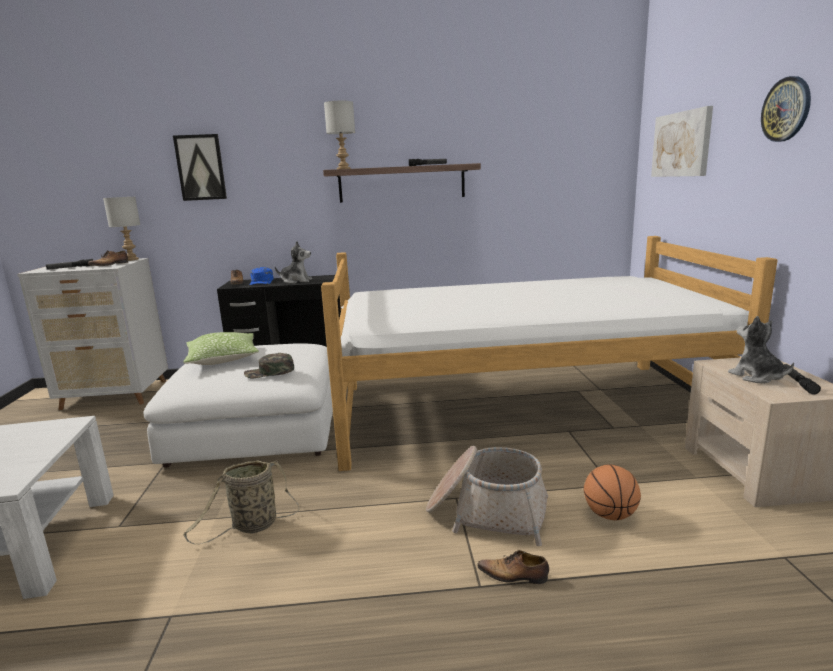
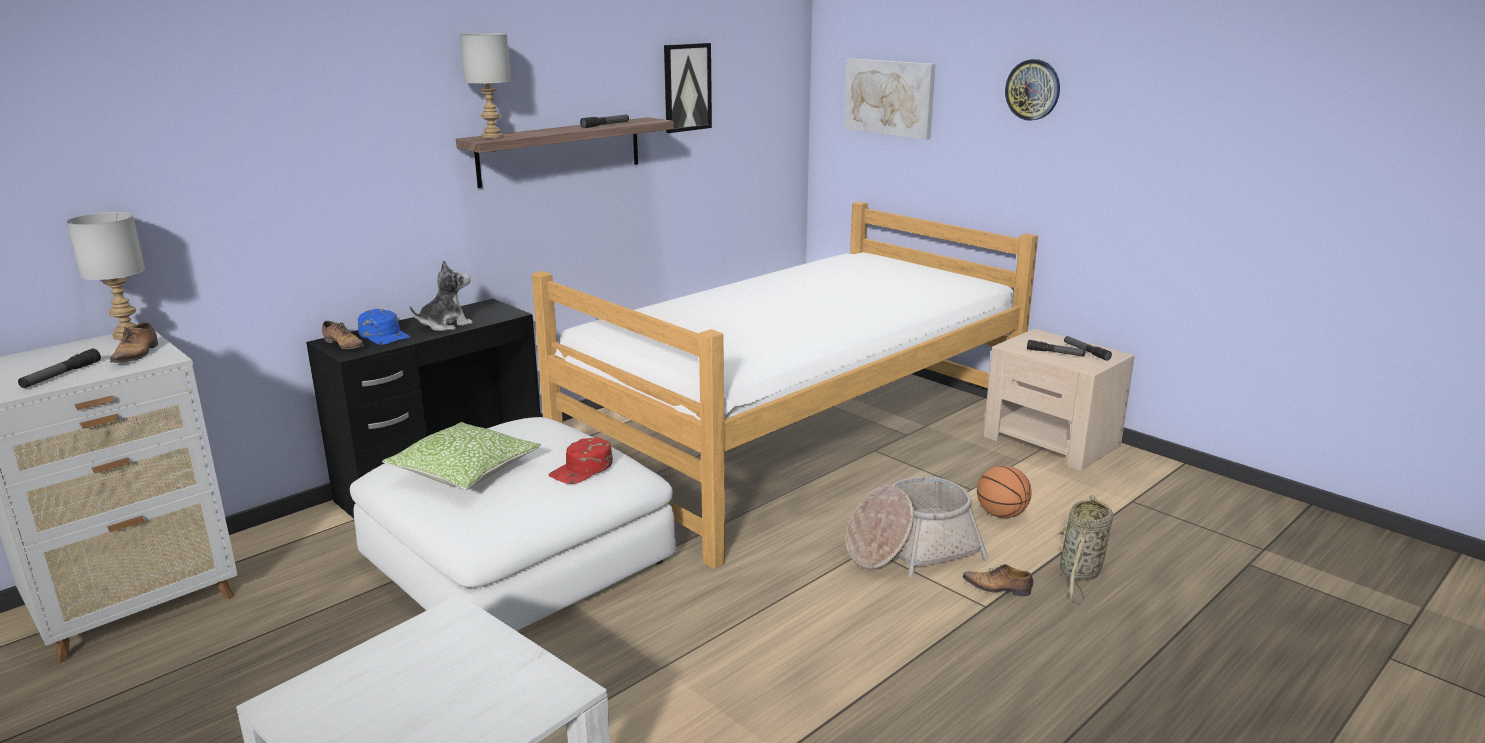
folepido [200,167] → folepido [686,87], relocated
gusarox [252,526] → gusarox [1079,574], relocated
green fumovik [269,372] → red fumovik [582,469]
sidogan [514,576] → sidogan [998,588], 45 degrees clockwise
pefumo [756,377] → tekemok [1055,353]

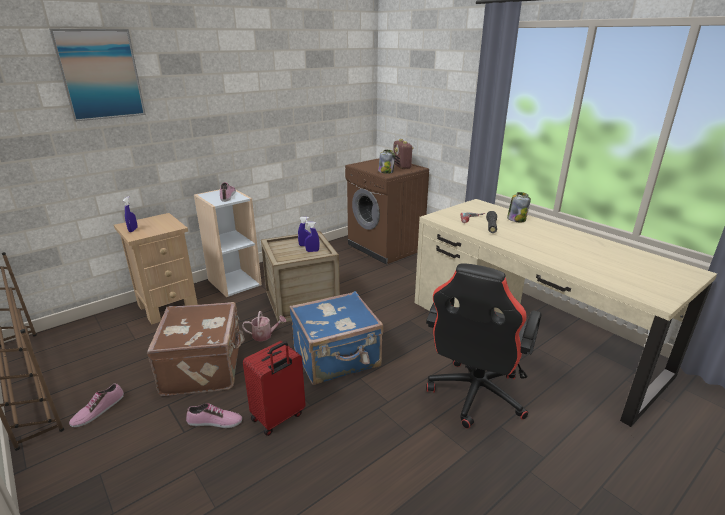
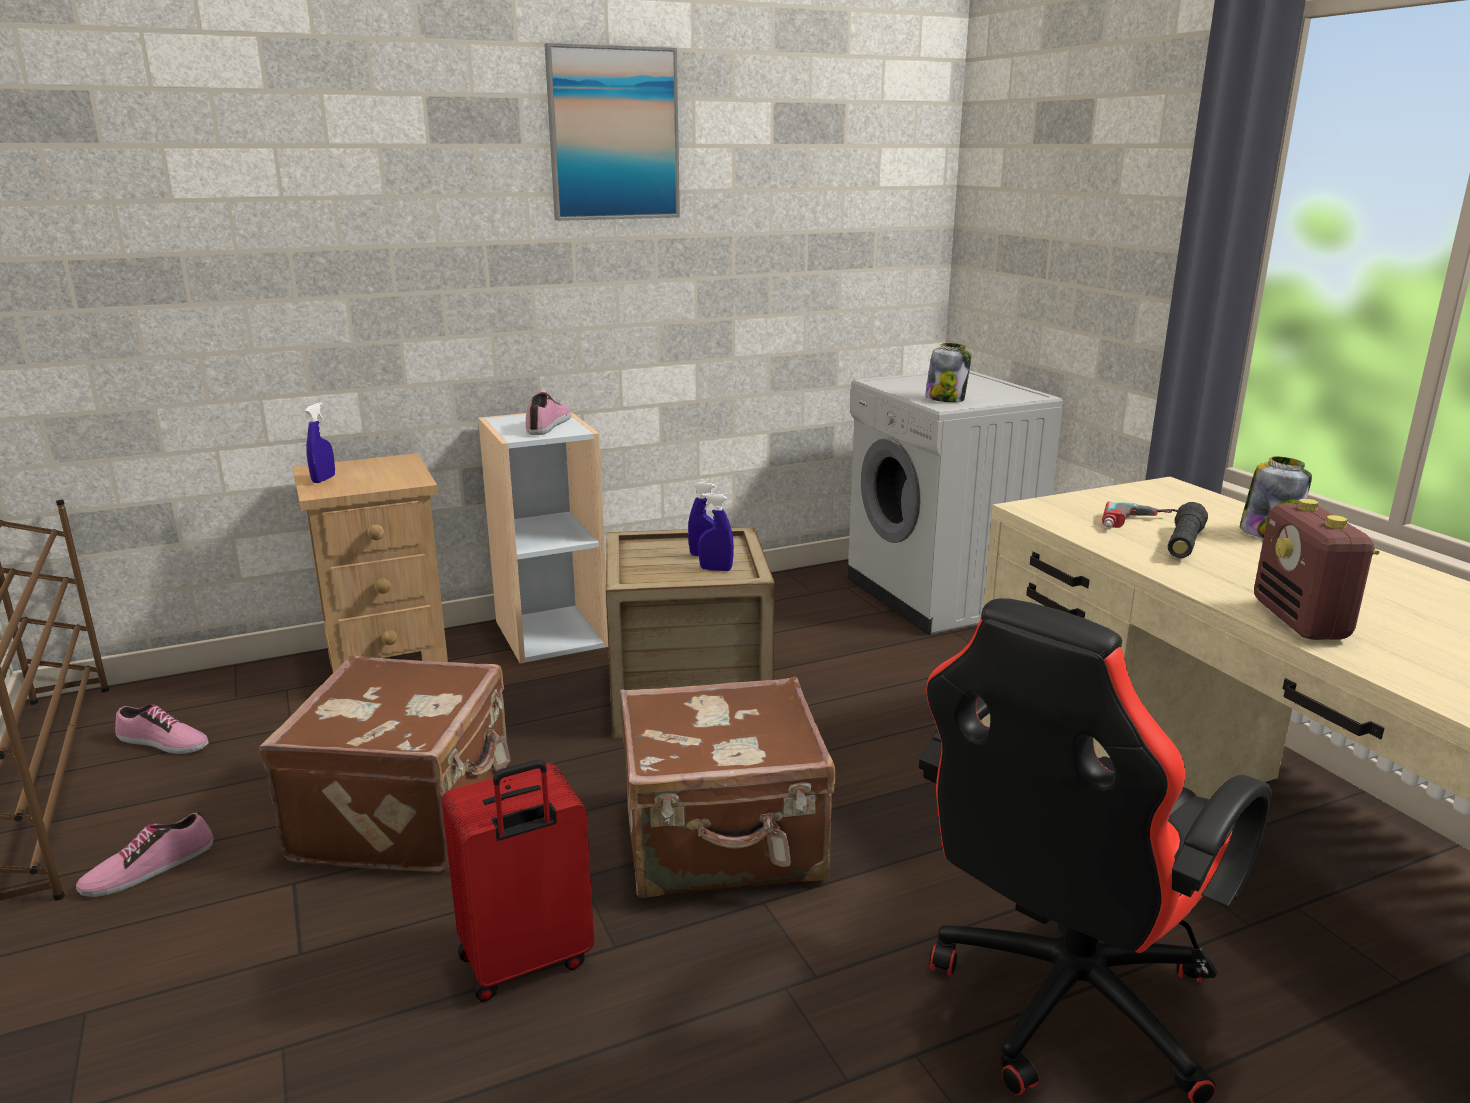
folepido [100,74] → folepido [613,134], relocated
sidogan [214,422] → sidogan [162,743], relocated
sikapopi [265,335] → -
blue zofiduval [337,358] → brown zofiduval [723,843]
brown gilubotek [384,248] → white gilubotek [936,596]
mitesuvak [402,167] → mitesuvak [1301,621], relocated

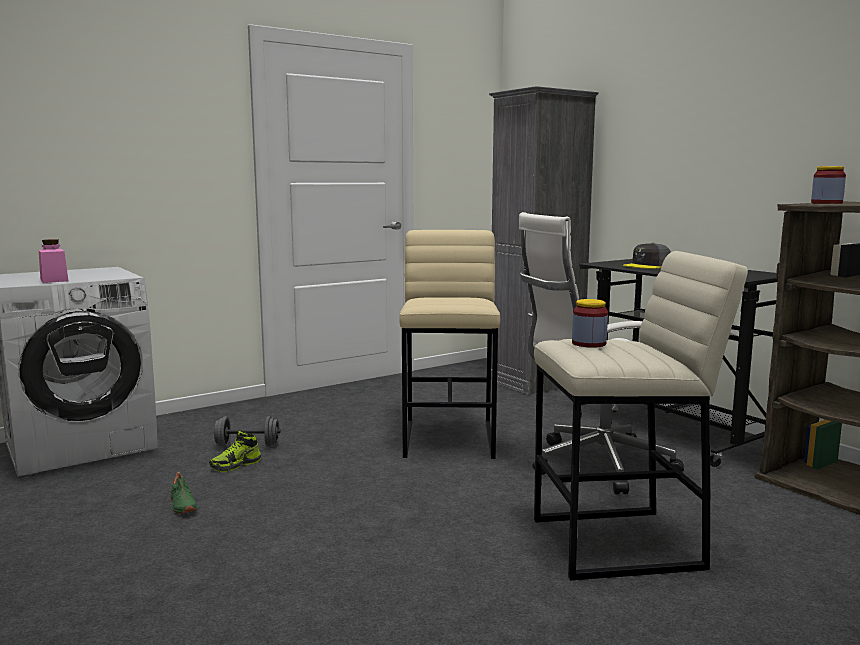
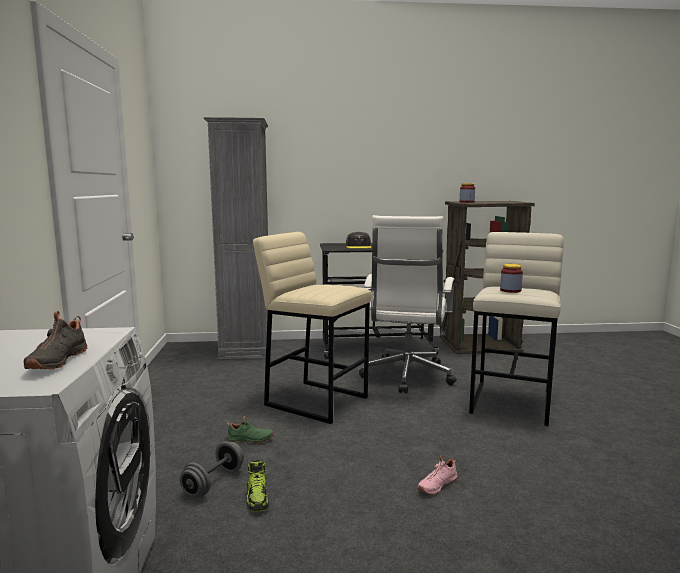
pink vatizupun [54,280] → black sidogan [56,361]
green sidogan [182,506] → green sidogan [250,440], relocated
- → pink sidogan [436,485]

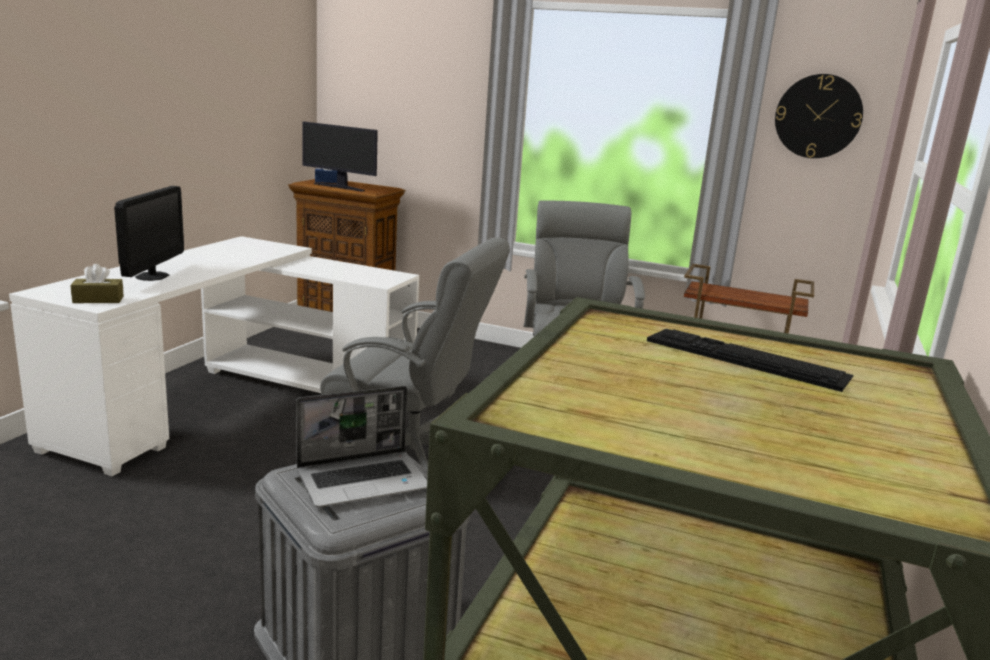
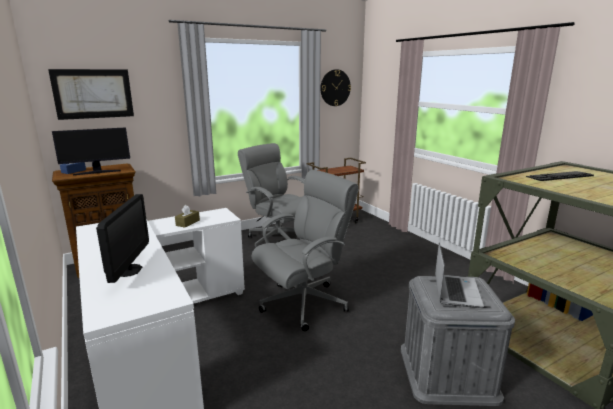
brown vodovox [98,299] → brown vodovox [188,223], relocated
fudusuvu [152,276] → fudusuvu [129,270], 45 degrees clockwise
- → folepido [93,94]

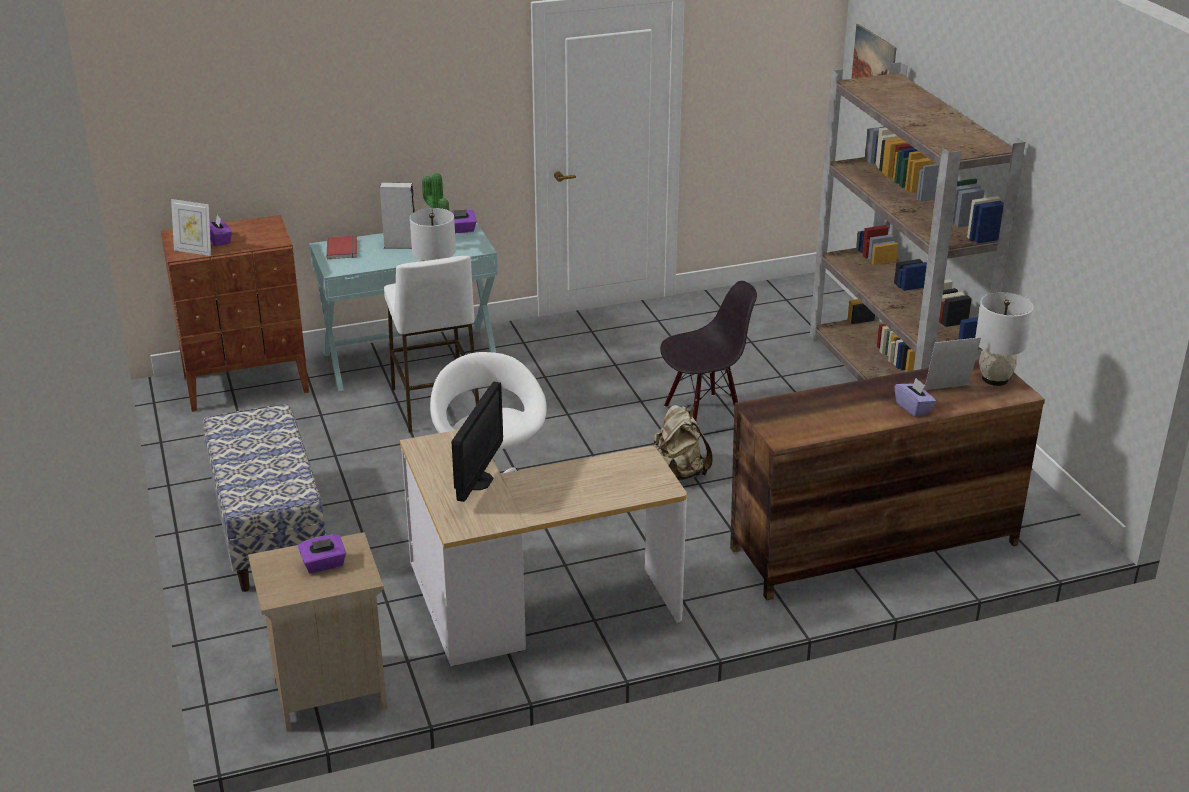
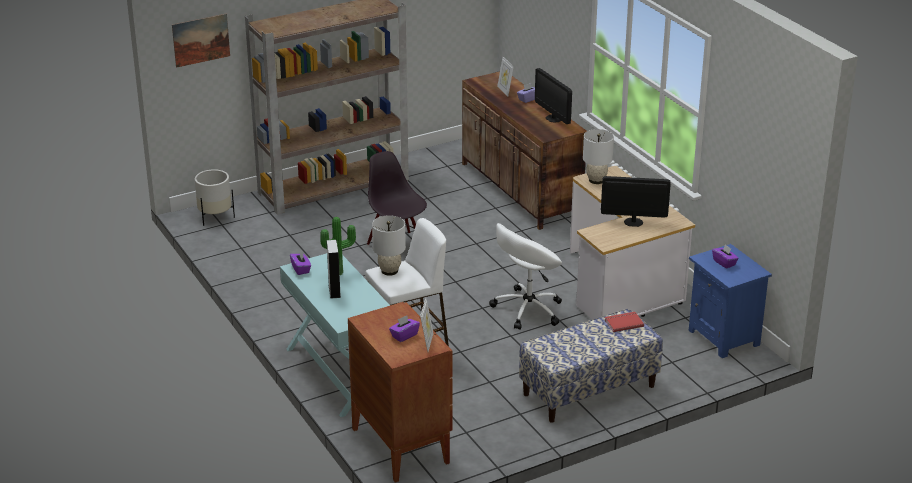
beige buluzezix [327,691] → blue buluzezix [723,338]
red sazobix [343,249] → red sazobix [623,322], relocated
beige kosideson [678,473] → -
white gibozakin [994,379] → white gibozakin [596,180], relocated
- → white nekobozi [215,217]
- → fudusuvu [553,118]

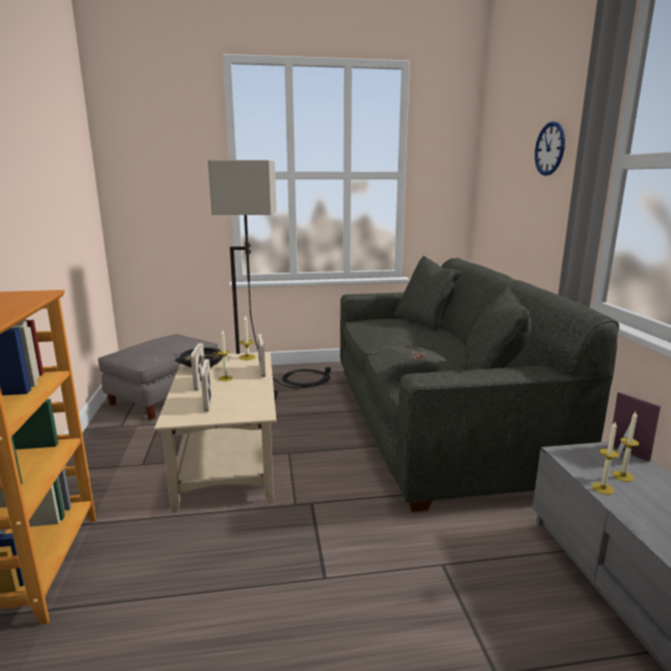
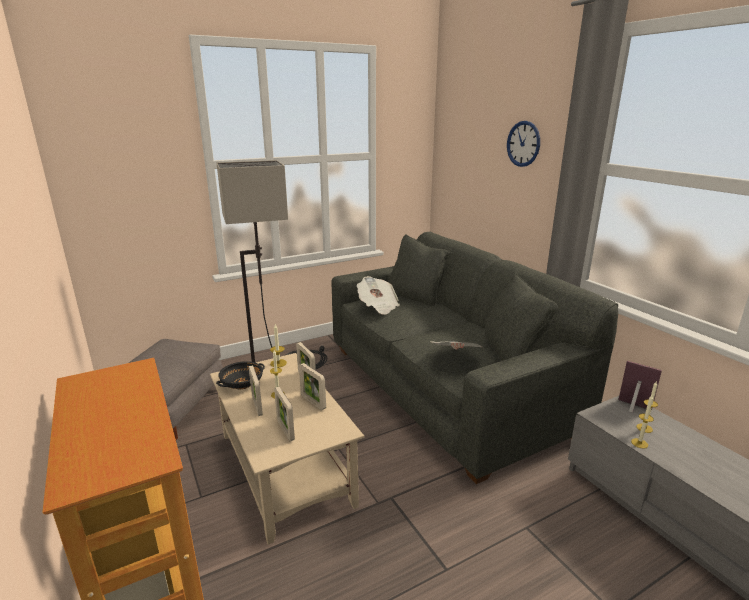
- → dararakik [313,402]
- → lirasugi [378,306]

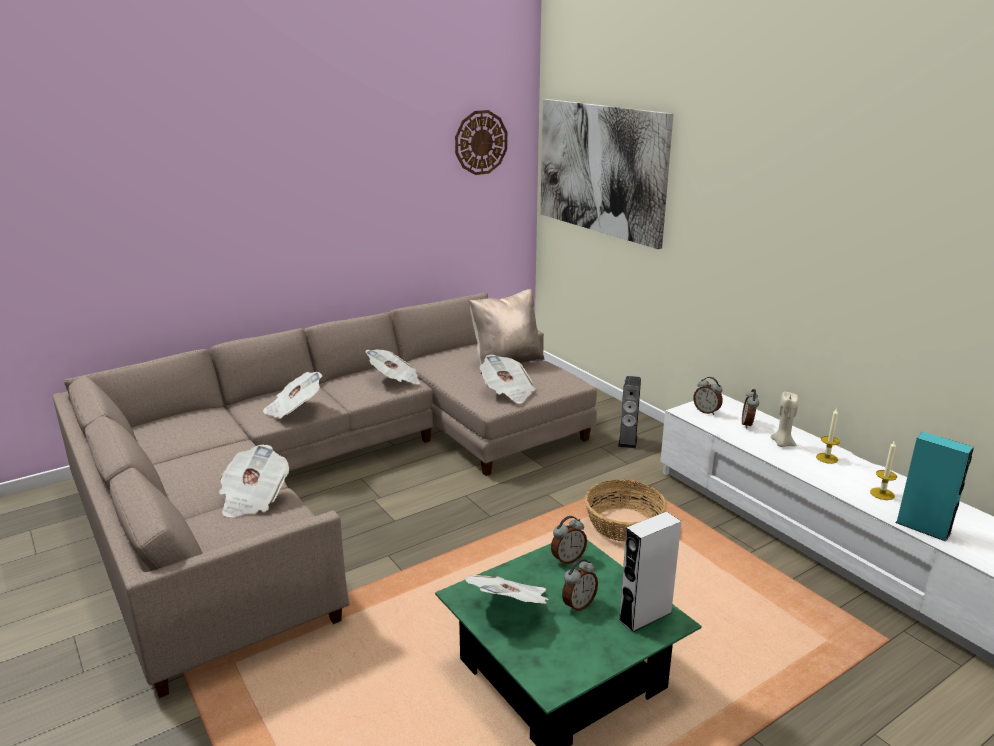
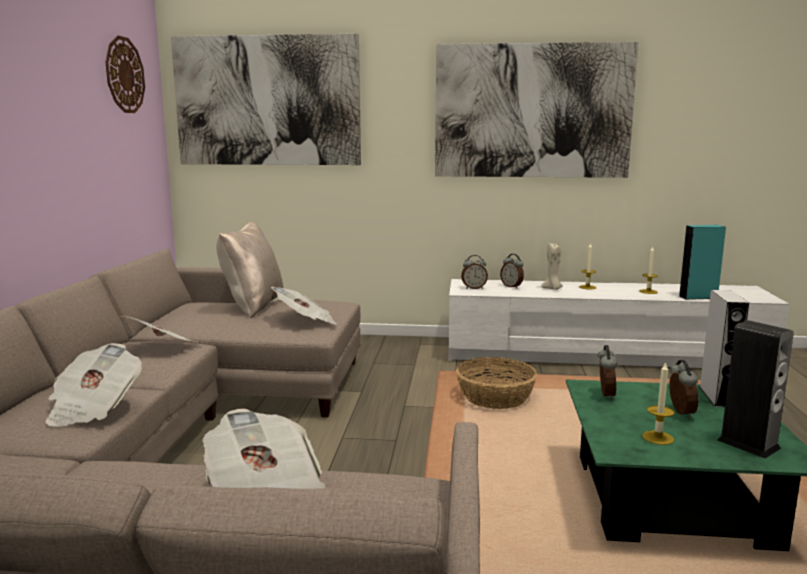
lirasugi [511,607] → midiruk [658,437]
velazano [627,441] → velazano [748,444], relocated
- → folepido [532,111]

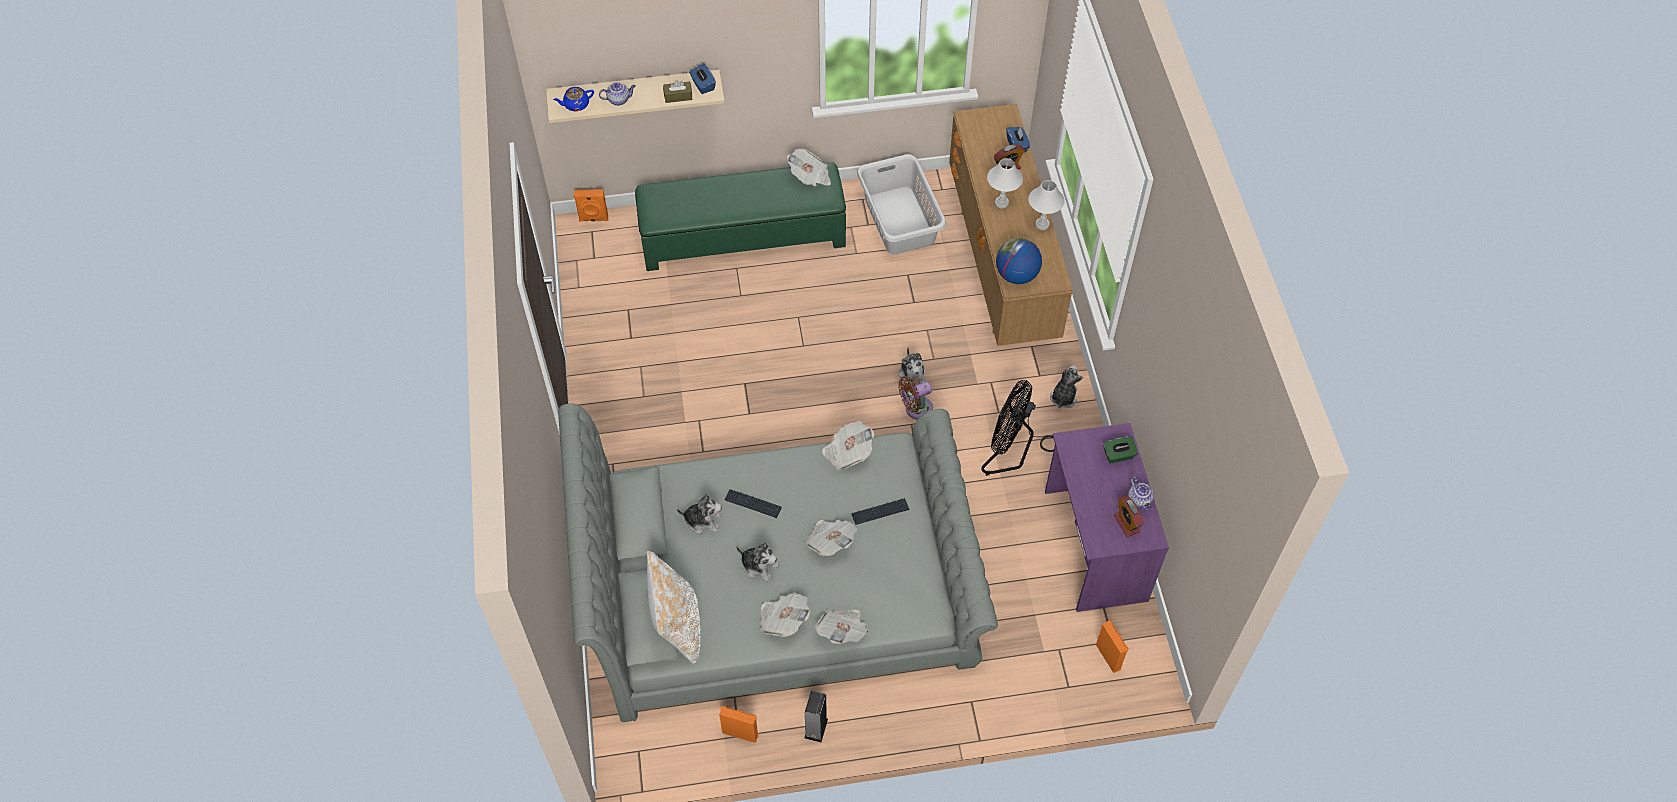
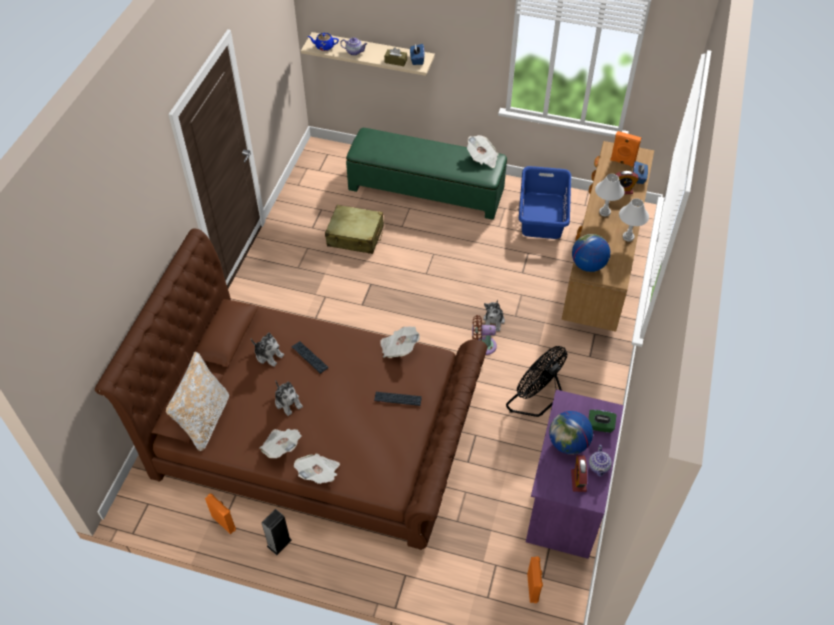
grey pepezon [781,584] → brown pepezon [315,429]
orange velazano [593,219] → orange velazano [622,162], relocated
lirasugi [830,542] → -
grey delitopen [900,220] → blue delitopen [543,215]
pefumo [1063,397] → -
- → beige zofiduval [355,236]
- → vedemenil [568,444]

